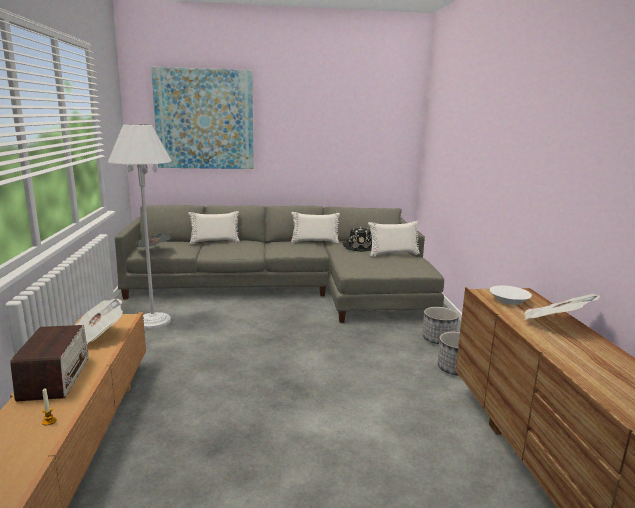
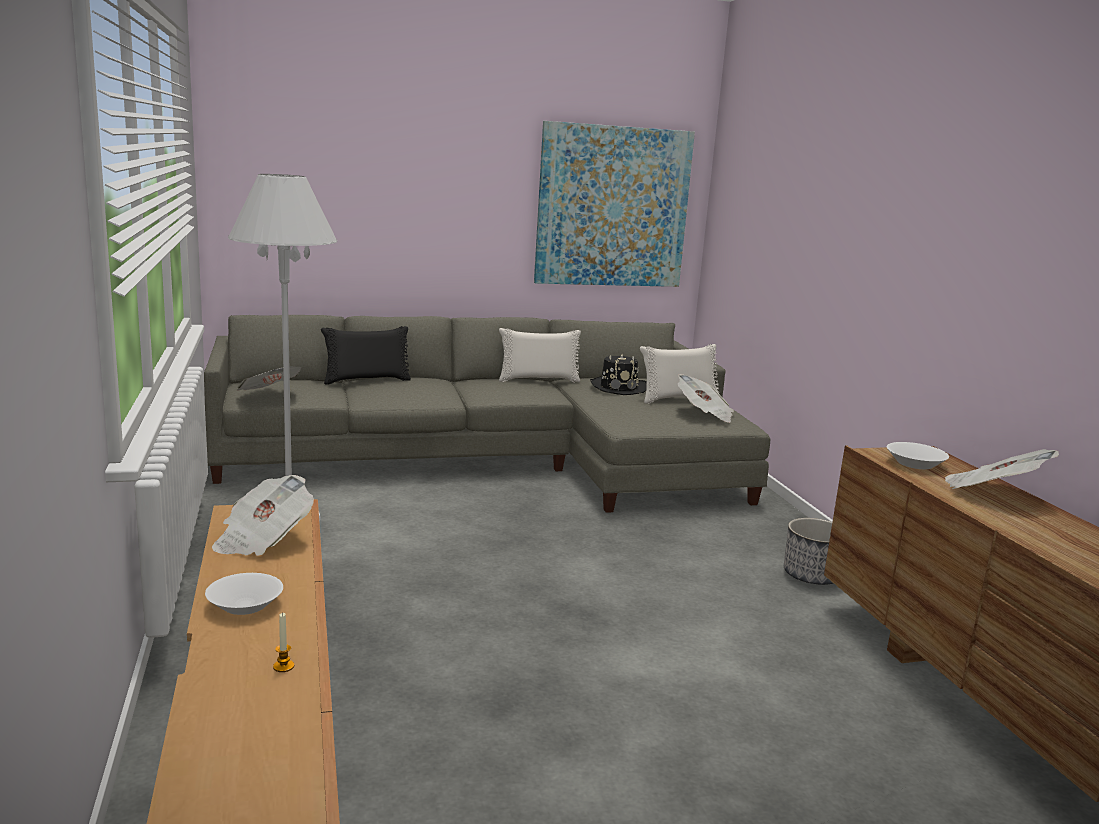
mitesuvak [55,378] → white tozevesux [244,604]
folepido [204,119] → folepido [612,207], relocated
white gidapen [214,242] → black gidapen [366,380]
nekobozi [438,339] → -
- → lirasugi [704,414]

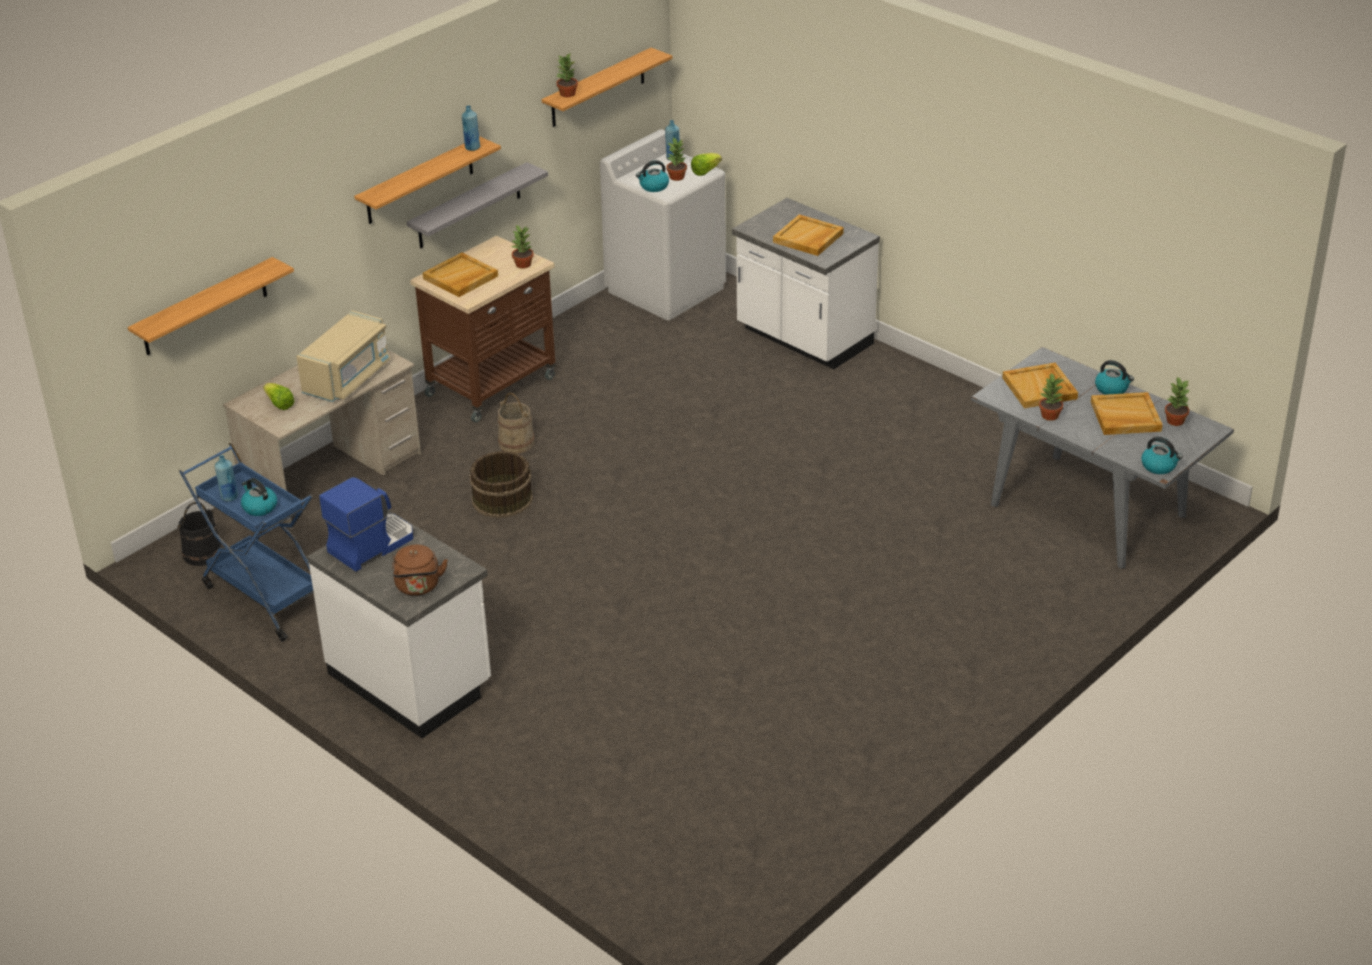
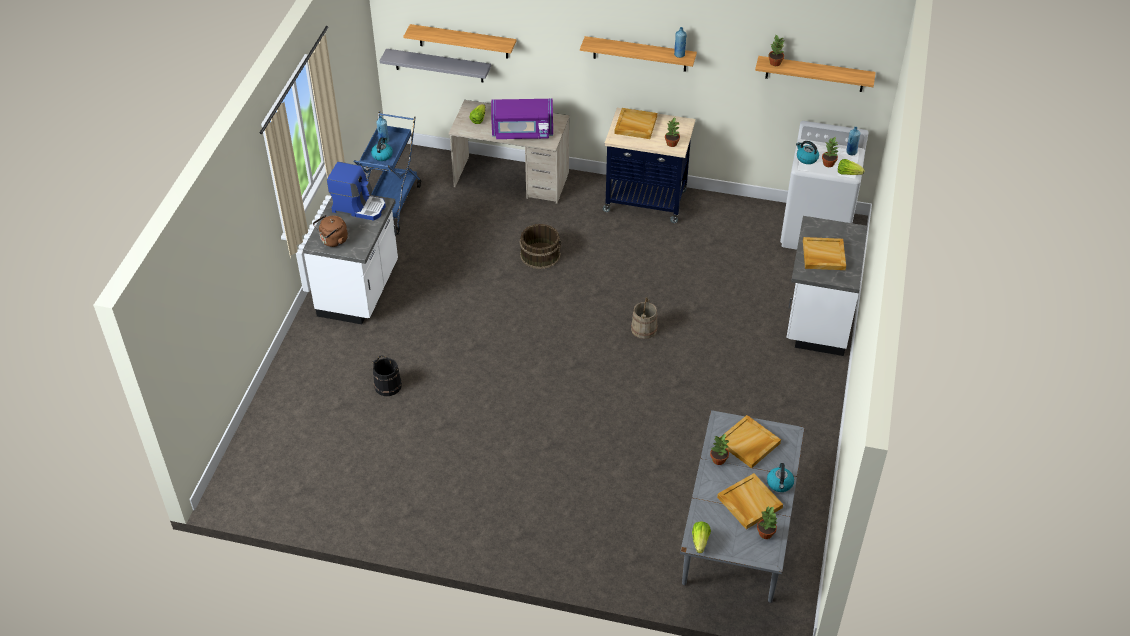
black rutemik [202,554] → black rutemik [387,386], relocated
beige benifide [347,377] → purple benifide [522,131]
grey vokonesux [469,206] → grey vokonesux [439,65], relocated
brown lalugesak [491,386] → blue lalugesak [646,201]
beige rutemik [516,442] → beige rutemik [644,329], relocated
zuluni [1159,466] → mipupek [700,541]

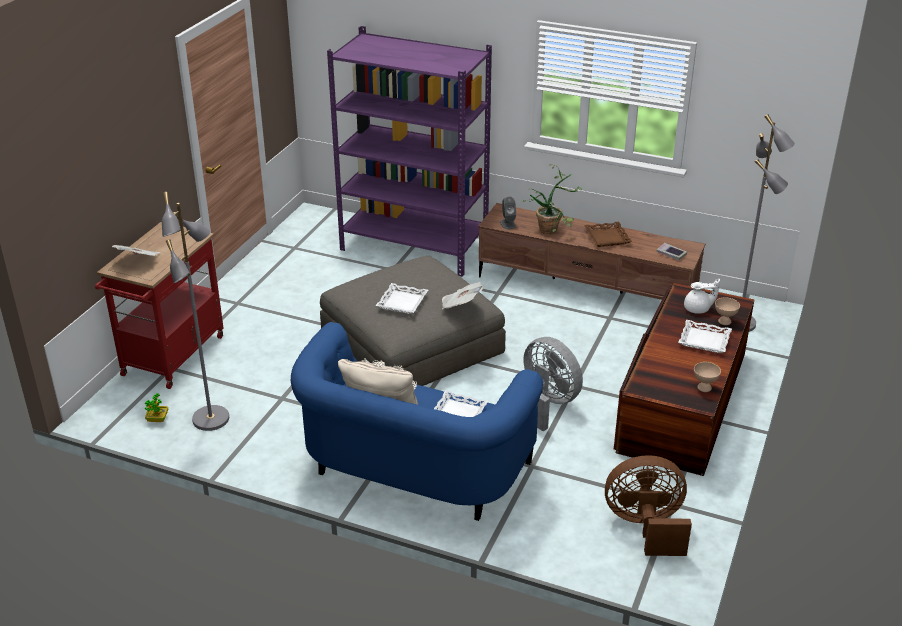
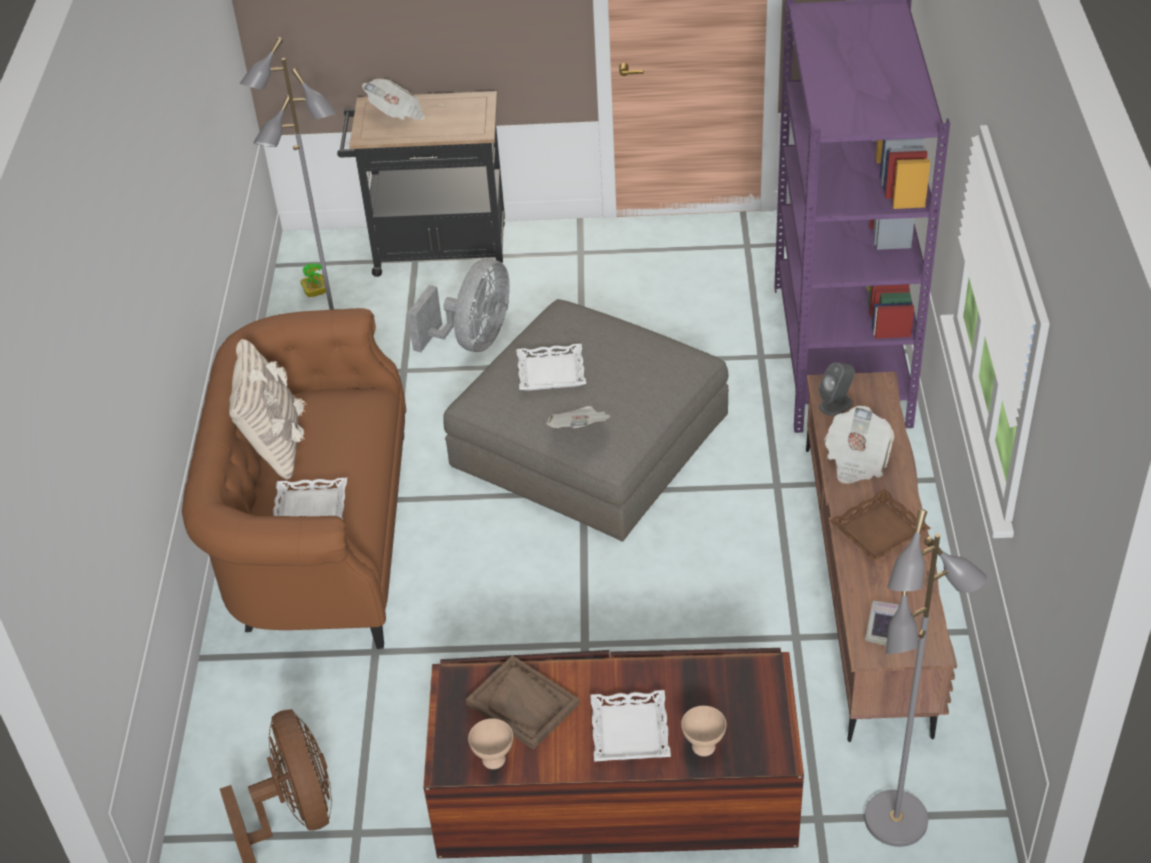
red lalugesak [171,357] → black lalugesak [435,251]
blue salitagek [414,470] → brown salitagek [317,538]
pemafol [553,230] → lirasugi [856,460]
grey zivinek [546,403] → grey zivinek [473,340], relocated
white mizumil [698,309] → -
- → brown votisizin [523,704]

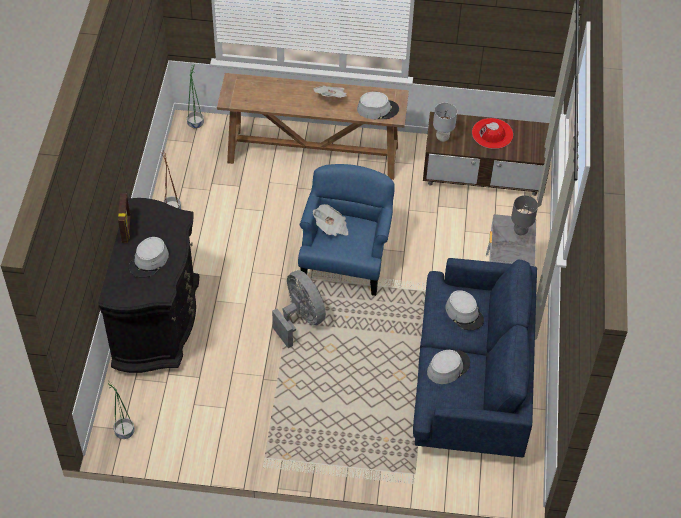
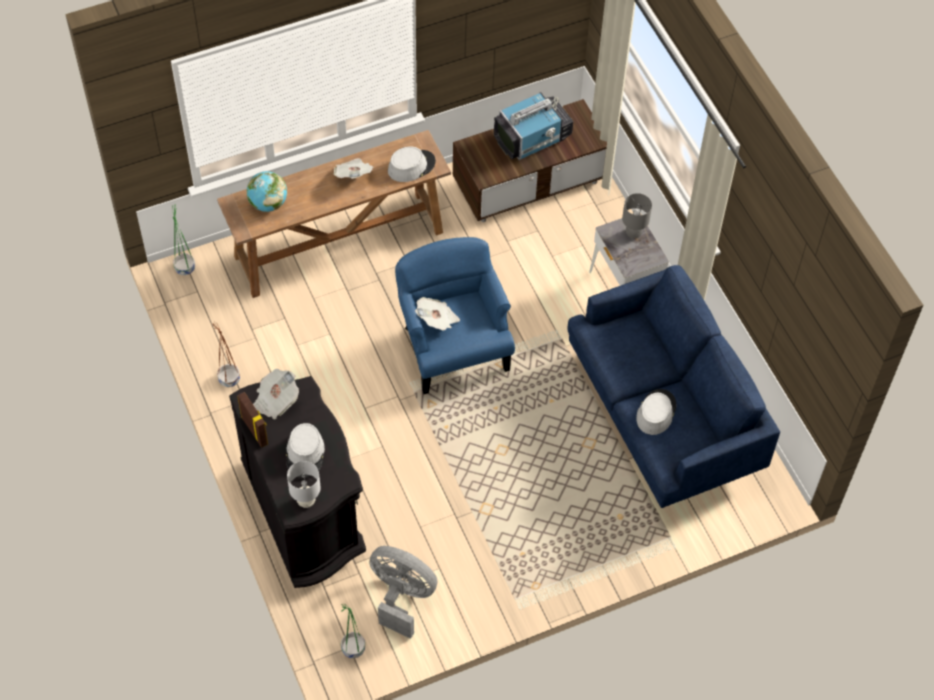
grey zivinek [300,319] → grey zivinek [401,596], relocated
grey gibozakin [442,138] → grey gibozakin [305,501], relocated
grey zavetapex [464,313] → -
red zavetapex [492,133] → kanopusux [533,138]
- → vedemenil [268,203]
- → lirasugi [275,400]

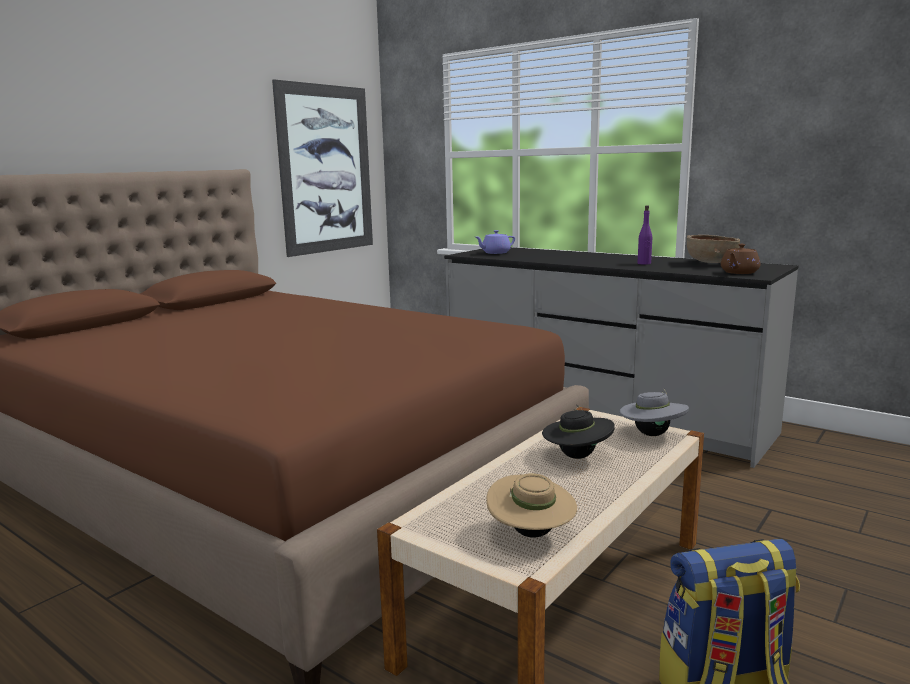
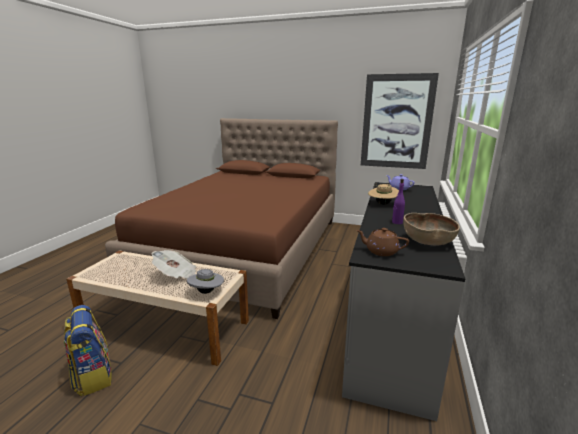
beige zavetapex [531,534] → beige zavetapex [382,204], relocated
black zavetapex [577,456] → lirasugi [177,275]

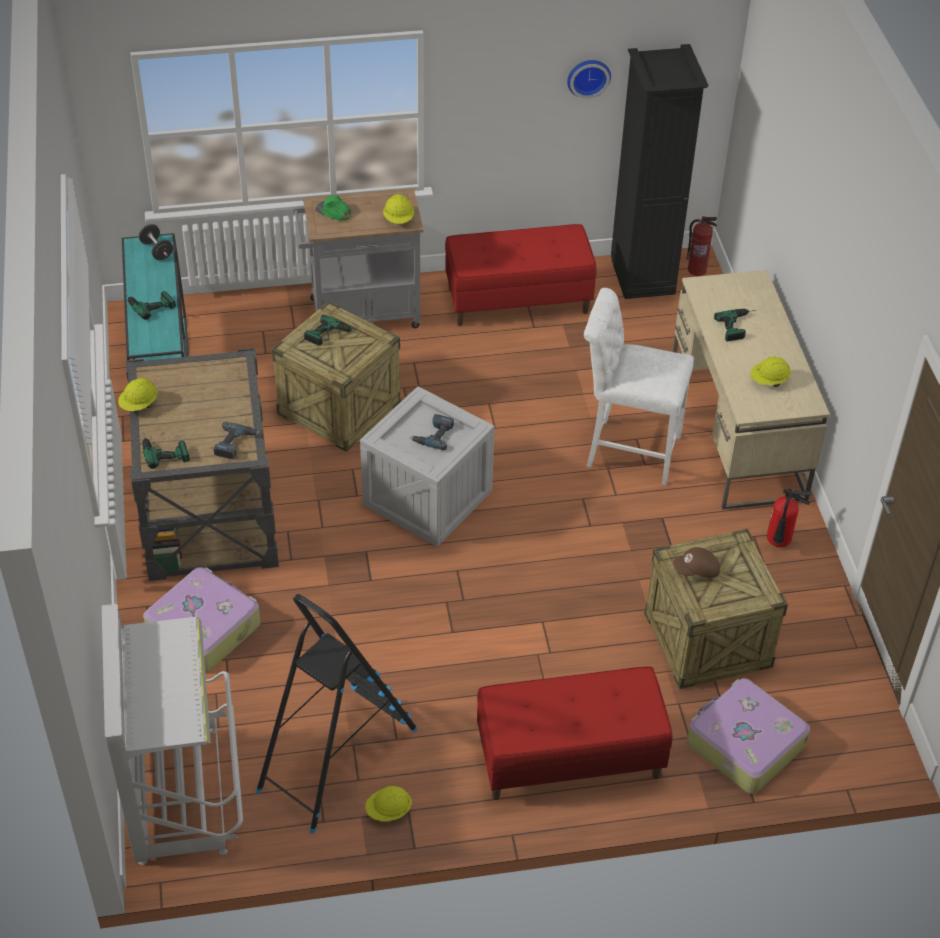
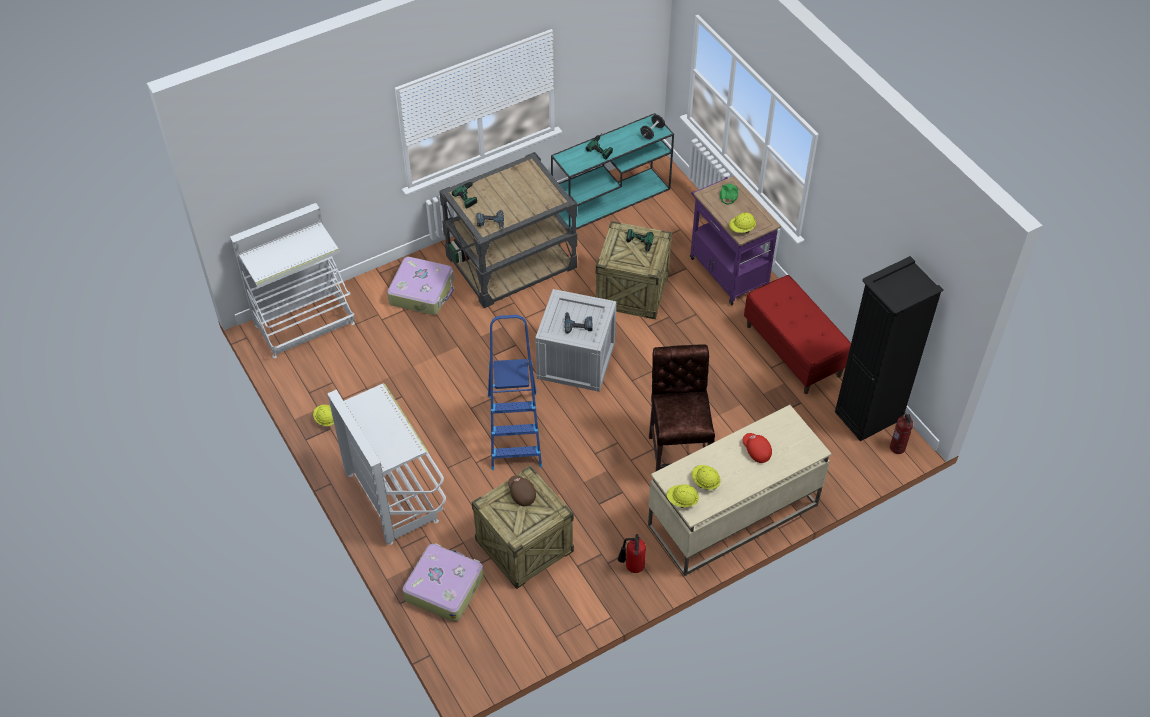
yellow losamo [139,405] → yellow losamo [682,500], relocated
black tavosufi [338,758] → -
grey lalugesak [361,314] → purple lalugesak [726,271]
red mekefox [569,759] → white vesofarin [396,496]
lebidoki [588,76] → -
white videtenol [627,449] → brown videtenol [677,455]
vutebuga [740,326] → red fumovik [756,451]
- → blue tavosufi [514,430]

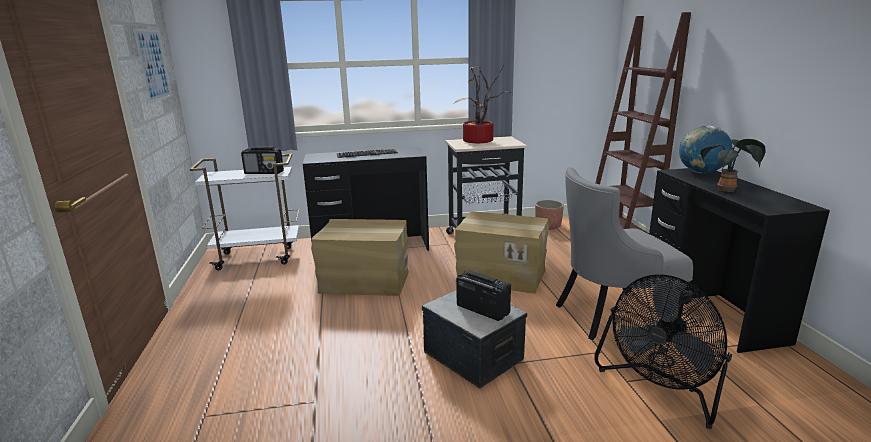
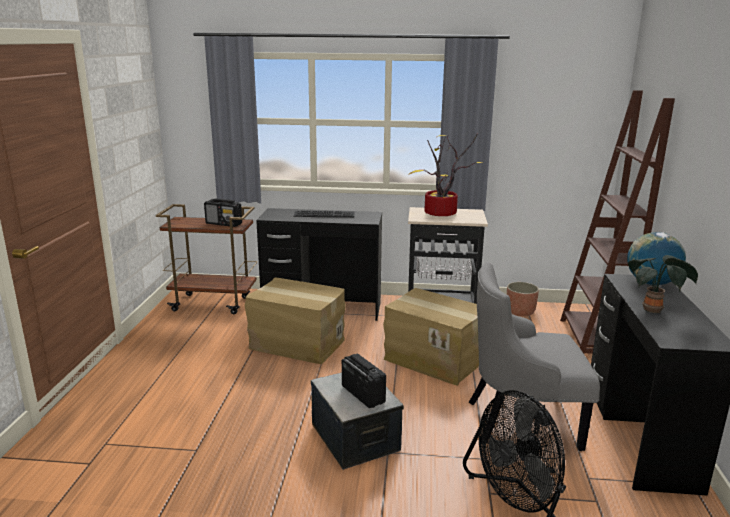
folepido [153,65] → -
white lalugesak [259,258] → brown lalugesak [214,304]

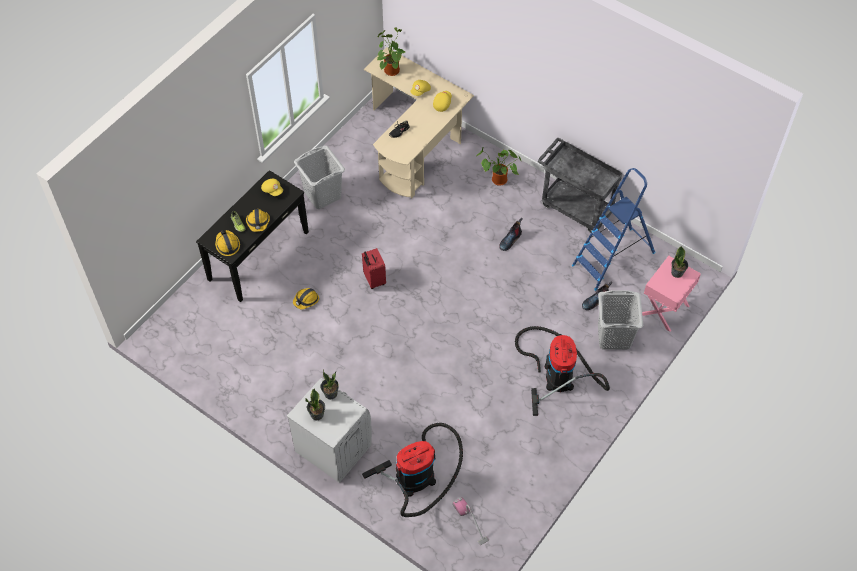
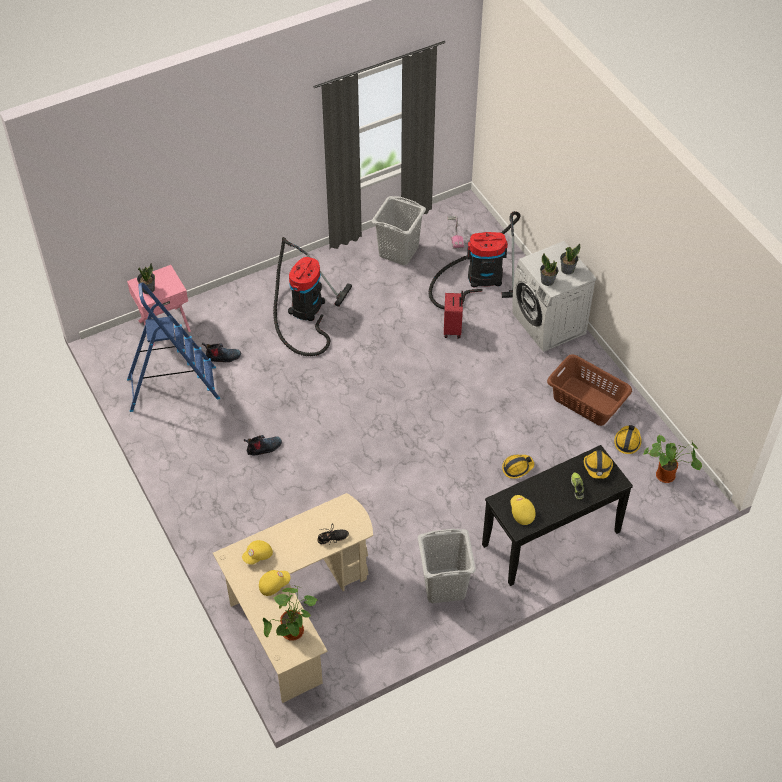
losamo [258,222] → losamo [627,442], relocated
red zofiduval [373,280] → red zofiduval [453,329], relocated
pemafol [498,181] → pemafol [667,475], relocated
grey lalugesak [573,210] → -
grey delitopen [613,336] → grey delitopen [399,251], relocated
- → brown delitopen [586,402]

